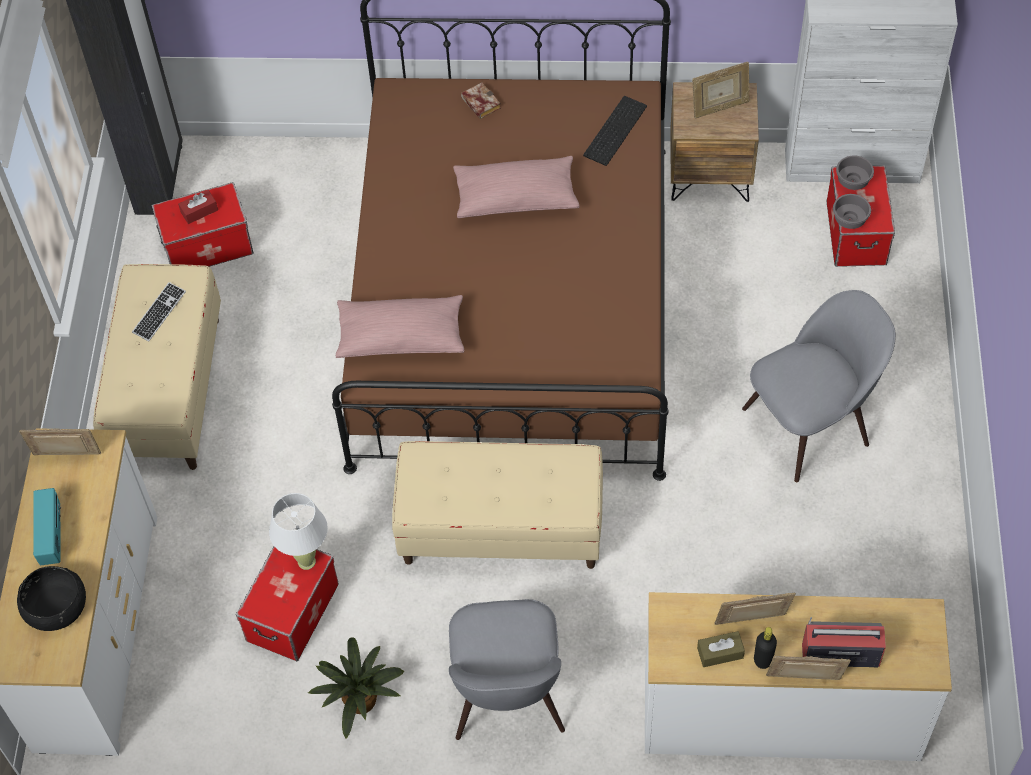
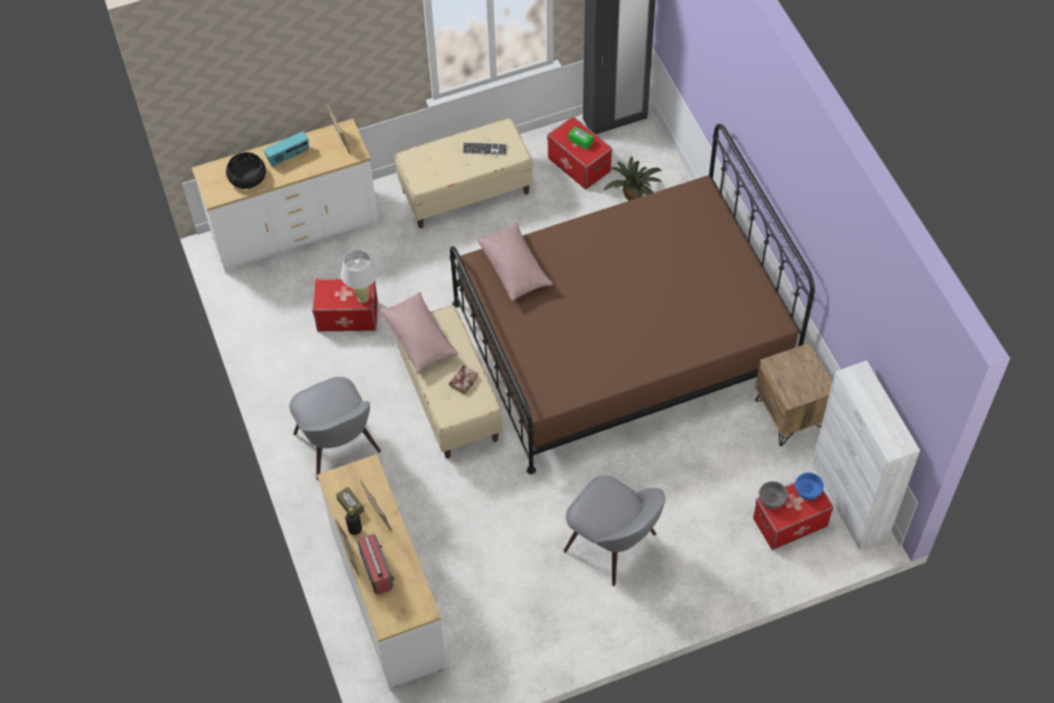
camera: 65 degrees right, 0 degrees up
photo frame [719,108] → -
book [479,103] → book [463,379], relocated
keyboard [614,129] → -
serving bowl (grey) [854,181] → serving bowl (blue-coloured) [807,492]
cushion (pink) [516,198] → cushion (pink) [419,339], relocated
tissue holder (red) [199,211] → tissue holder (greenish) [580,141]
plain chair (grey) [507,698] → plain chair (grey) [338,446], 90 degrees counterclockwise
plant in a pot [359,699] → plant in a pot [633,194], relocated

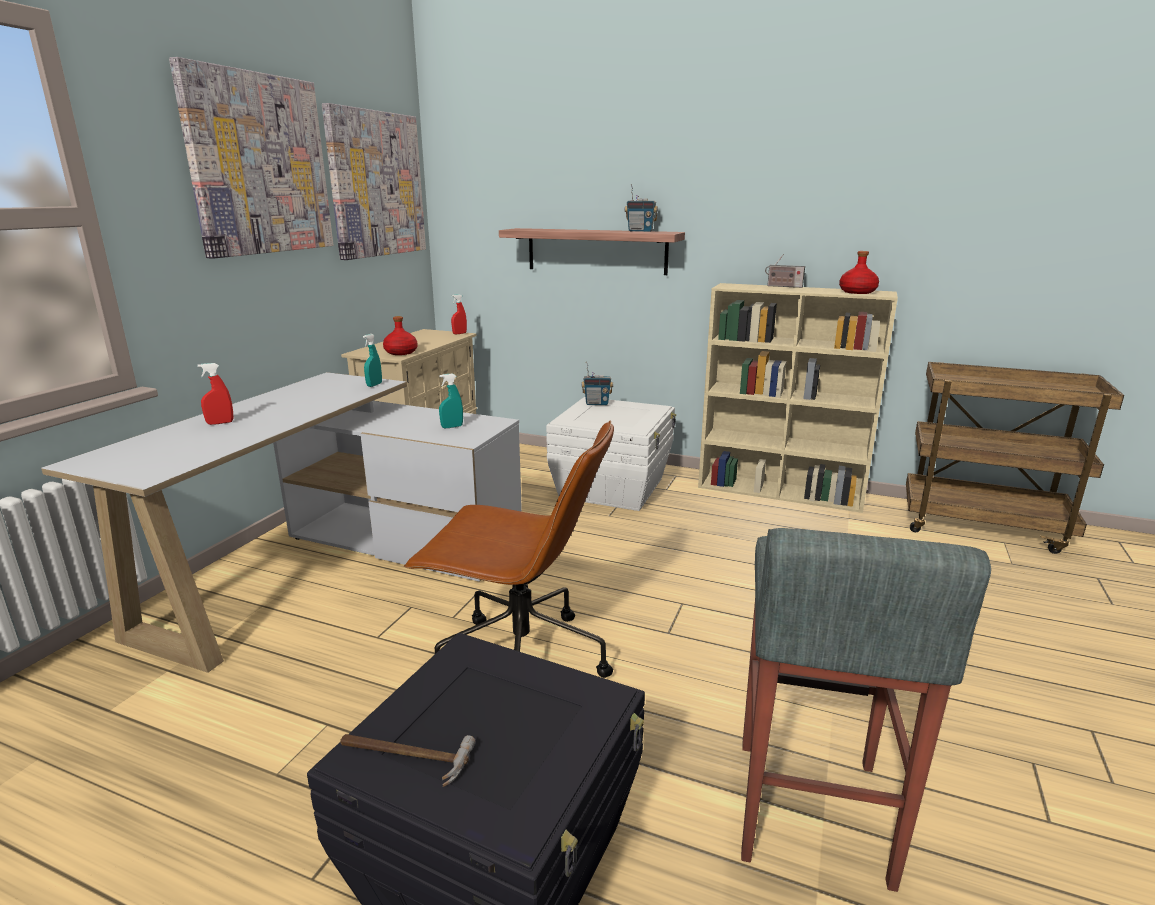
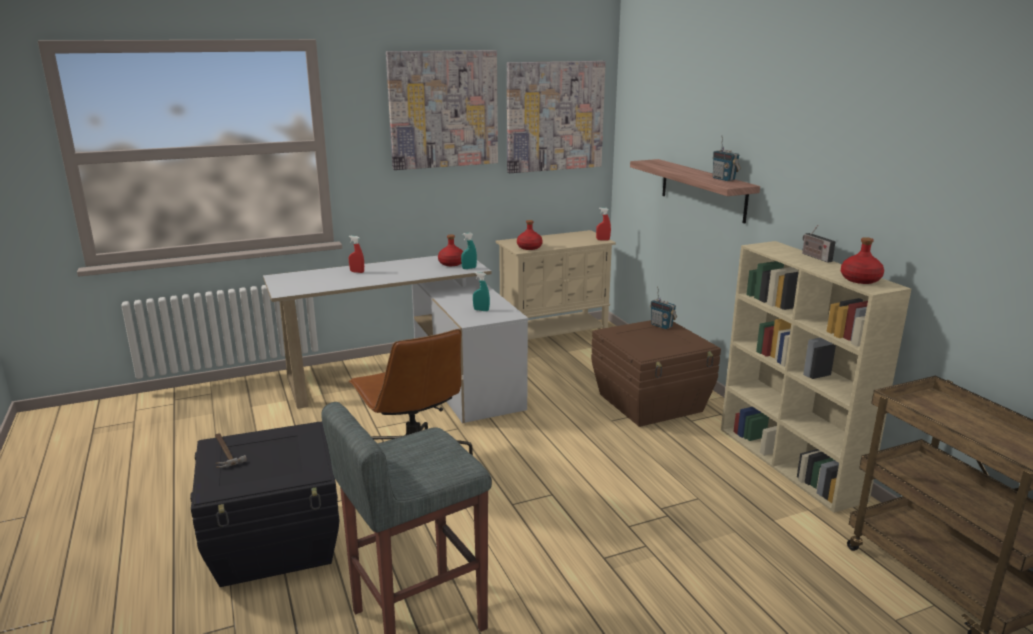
camera: 45 degrees right, 0 degrees up
storage bin (whitish) [612,488] → storage bin (brownish) [651,403]
- → drink bottle (red) [451,263]

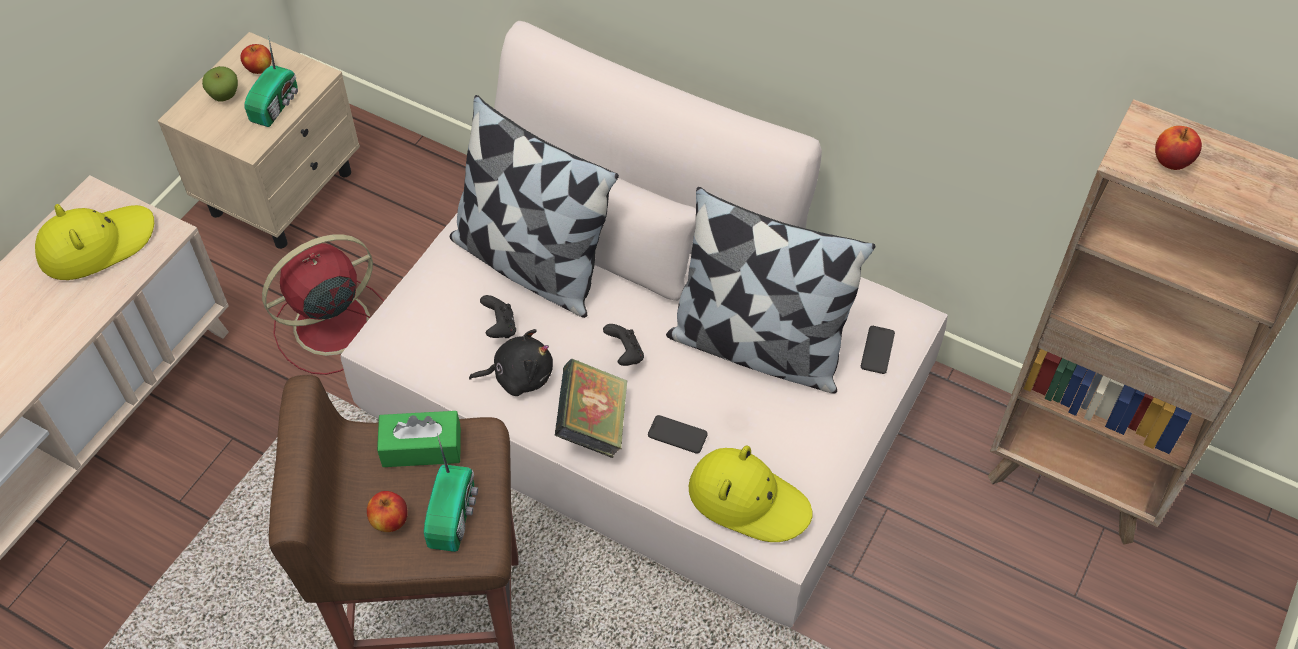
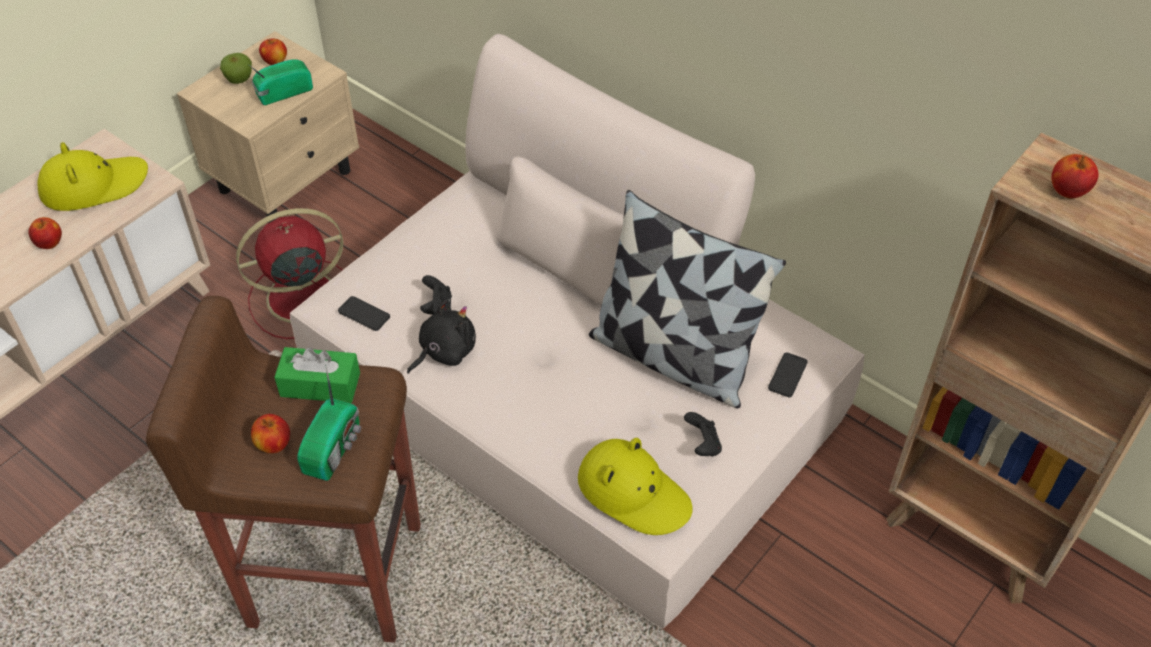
camera: 10 degrees right, 5 degrees down
radio receiver [276,104] → radio receiver [282,92], 150 degrees counterclockwise
cushion [531,263] → -
gamepad (black-coloured) [625,354] → gamepad (black-coloured) [702,445], relocated
soft toy (black-coloured) [519,376] → soft toy (black-coloured) [444,351], 45 degrees counterclockwise
book [593,424] → -
telephone [677,434] → telephone [364,314], relocated
- → apple fruit [49,243]

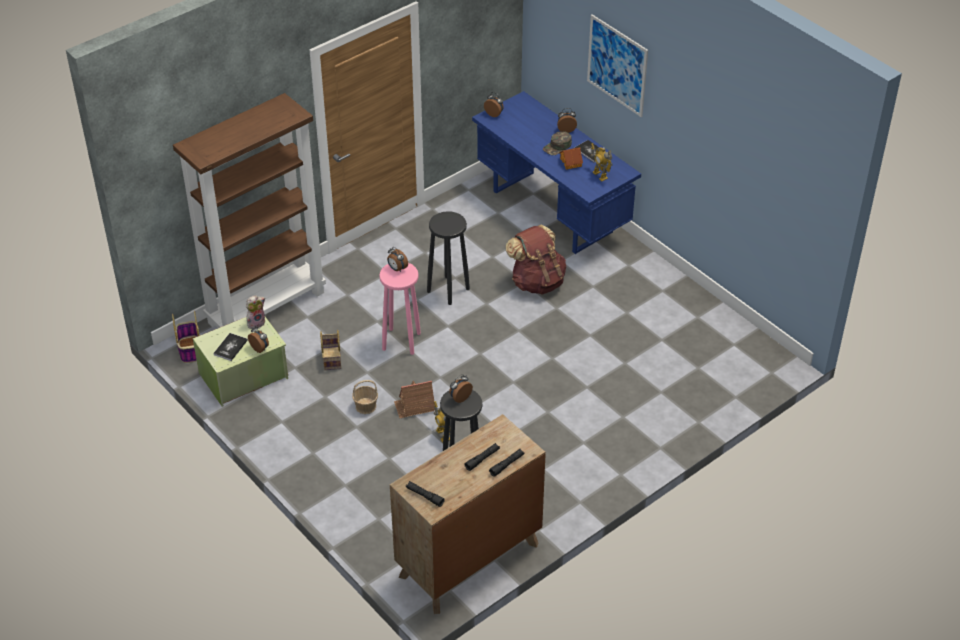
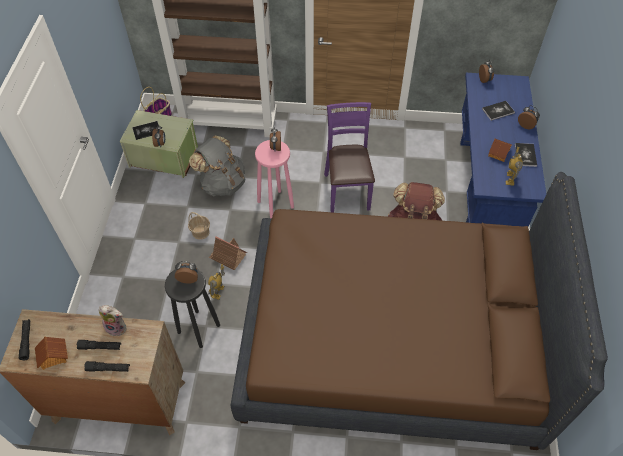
camera: 45 degrees right, 10 degrees up
wall art [617,65] → -
peaked cap (greenish) [557,146] → -
sitting stool (black-coloured) [448,290] → plain chair (purple) [347,191]
soft toy [256,322] → soft toy [117,327], relocated
household basket [331,358] → rucksack (grey) [222,183]
- → book [498,111]
- → bedroom bed (brownish) [391,341]
- → miniature house [53,357]

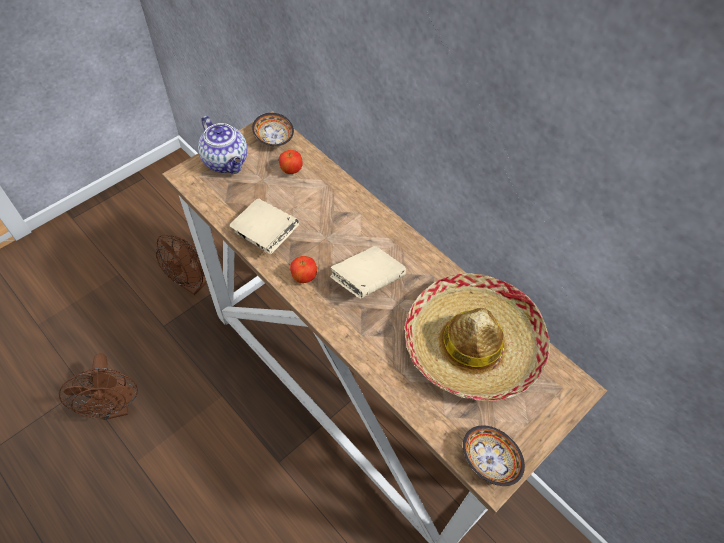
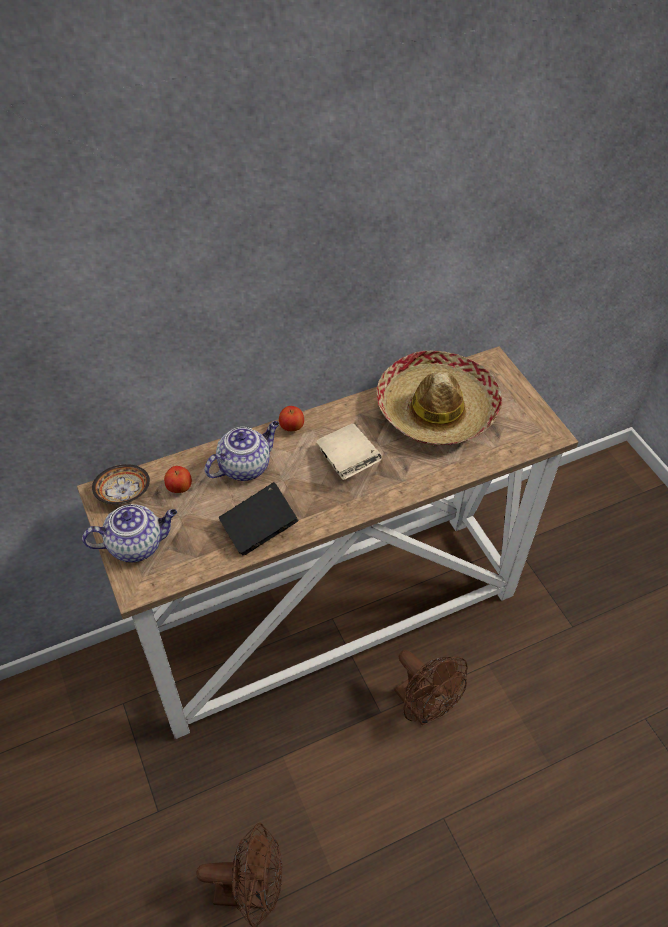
camera: 70 degrees left, 5 degrees down
book (beige-coloured) [265,235] → book (black-coloured) [259,529]
fan (brownish) [195,283] → fan (brownish) [424,707], relocated
apple fruit [304,277] → apple fruit [291,427], relocated
serving bowl [489,460] → -
- → teapot [245,466]

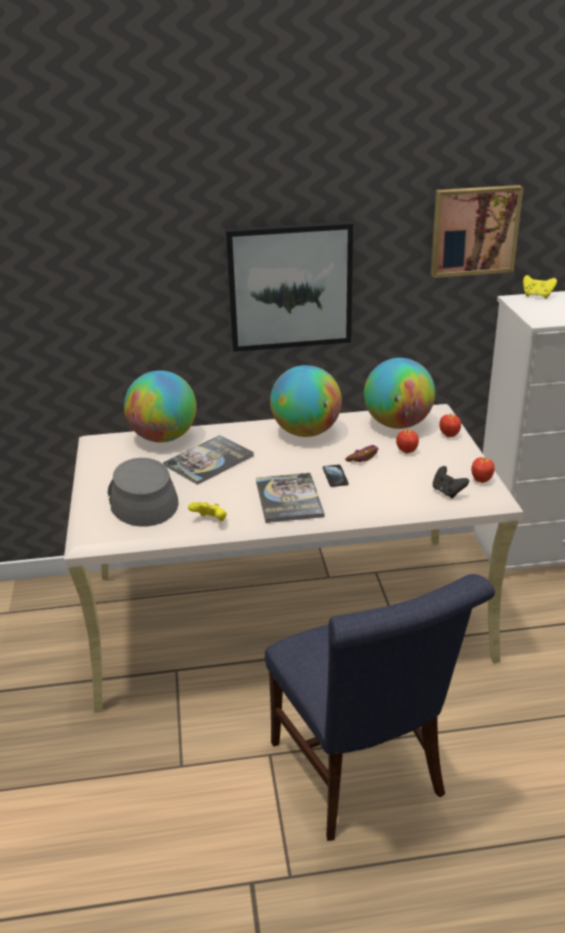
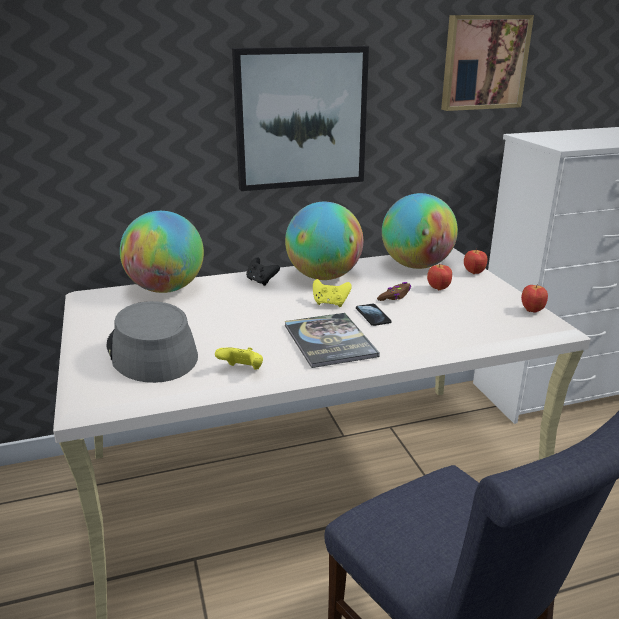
camera: 10 degrees left, 5 degrees down
gamepad (yellow-coloured) [537,296] → gamepad (yellow-coloured) [330,303], relocated
book [209,461] → -
gamepad (black-coloured) [447,492] → gamepad (black-coloured) [261,281], relocated

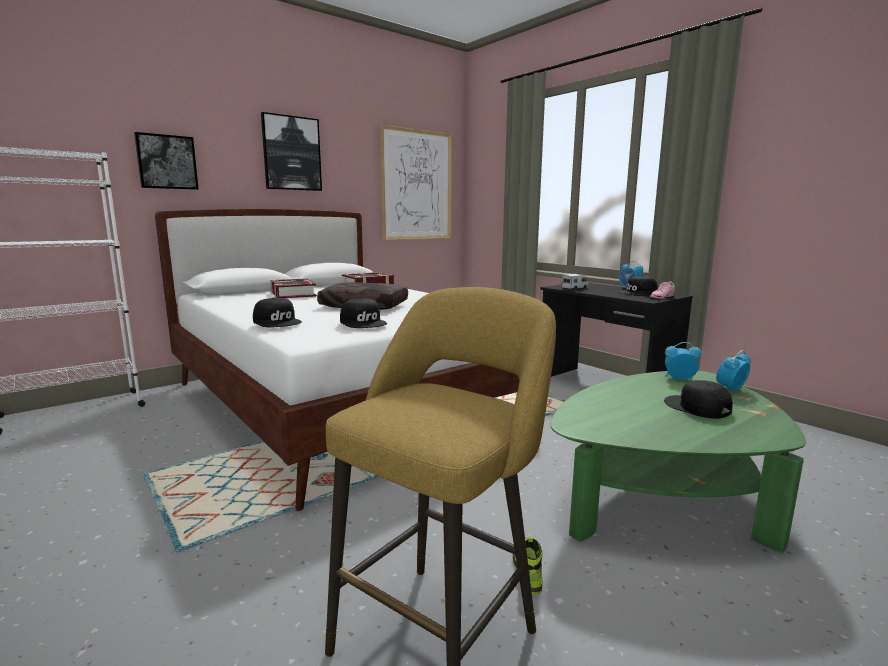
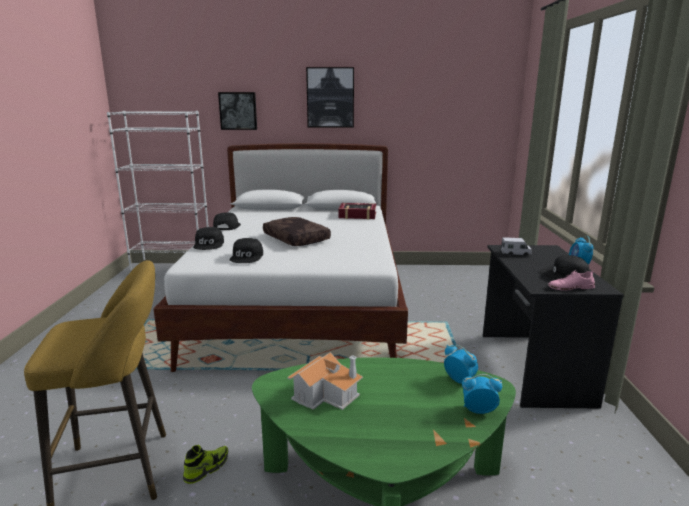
camera: 40 degrees right, 5 degrees up
wall art [417,186] → -
book [292,294] → -
peaked cap (black-coloured) [697,407] → peaked cap (black-coloured) [226,226], relocated
- → miniature house [327,394]

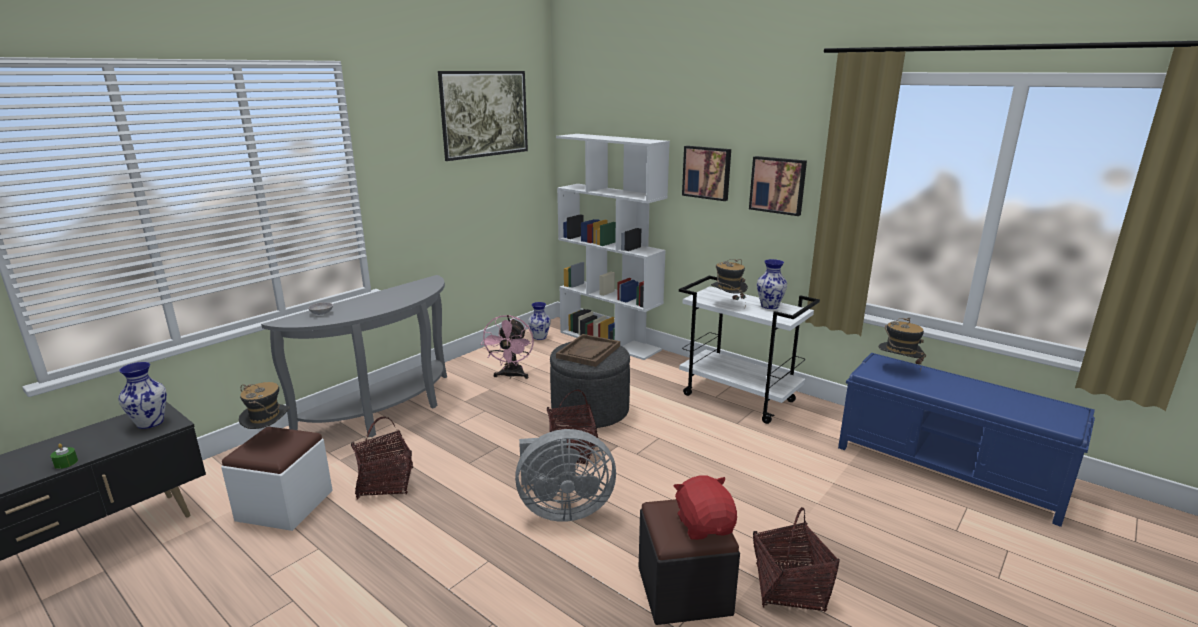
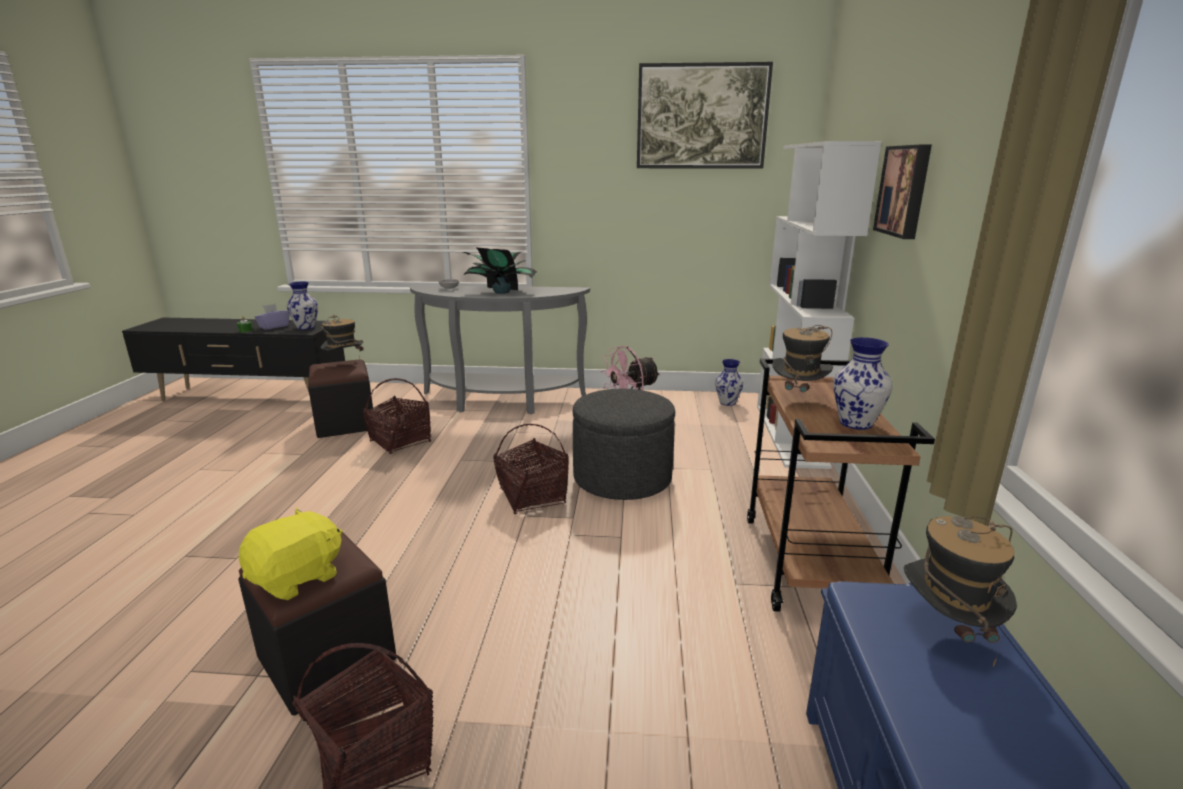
camera: 55 degrees right, 0 degrees up
wall art [778,185] → -
wheeled cart (whitish) [739,398] → wheeled cart (brownish) [808,564]
tray (brownish) [588,352] → -
ottoman (whitish) [285,506] → ottoman (black-coloured) [345,424]
fan (grey) [562,509] → -
soft toy (red) [705,525] → soft toy (yellow-coloured) [298,578]
- → plant in a pot [501,292]
- → tissue holder (purple) [274,326]

